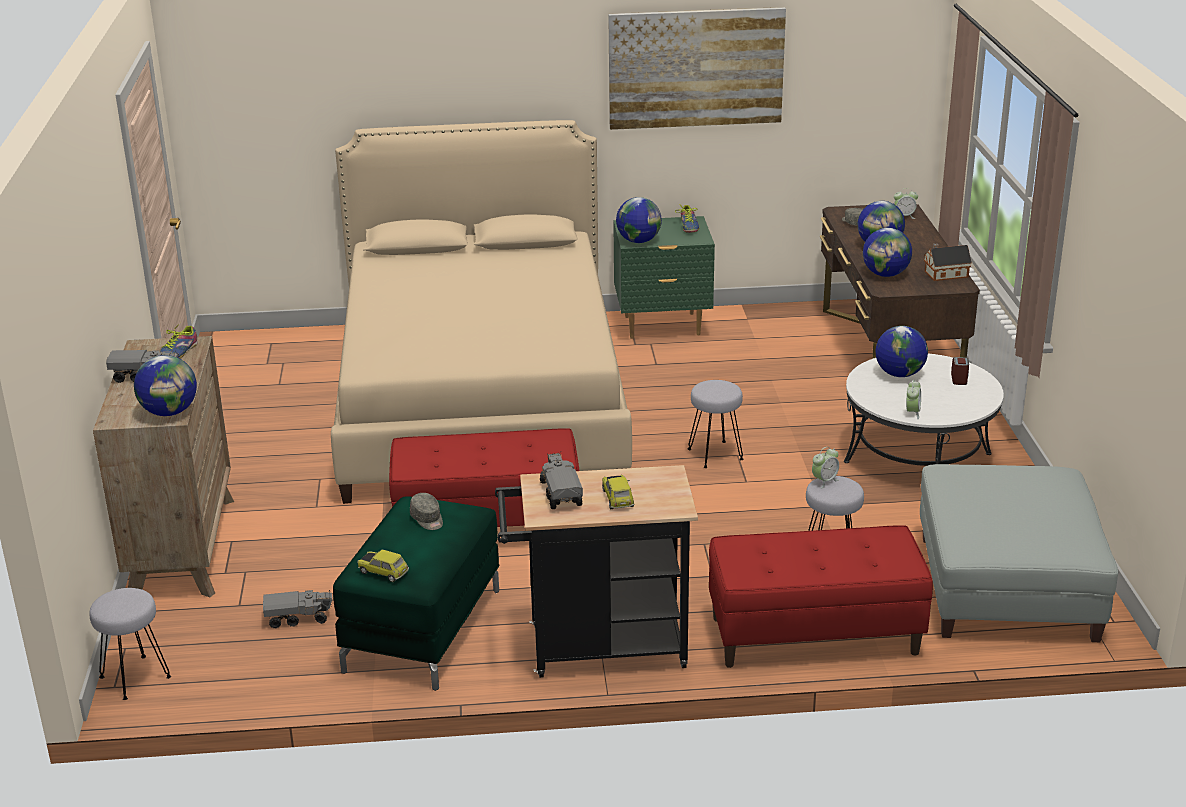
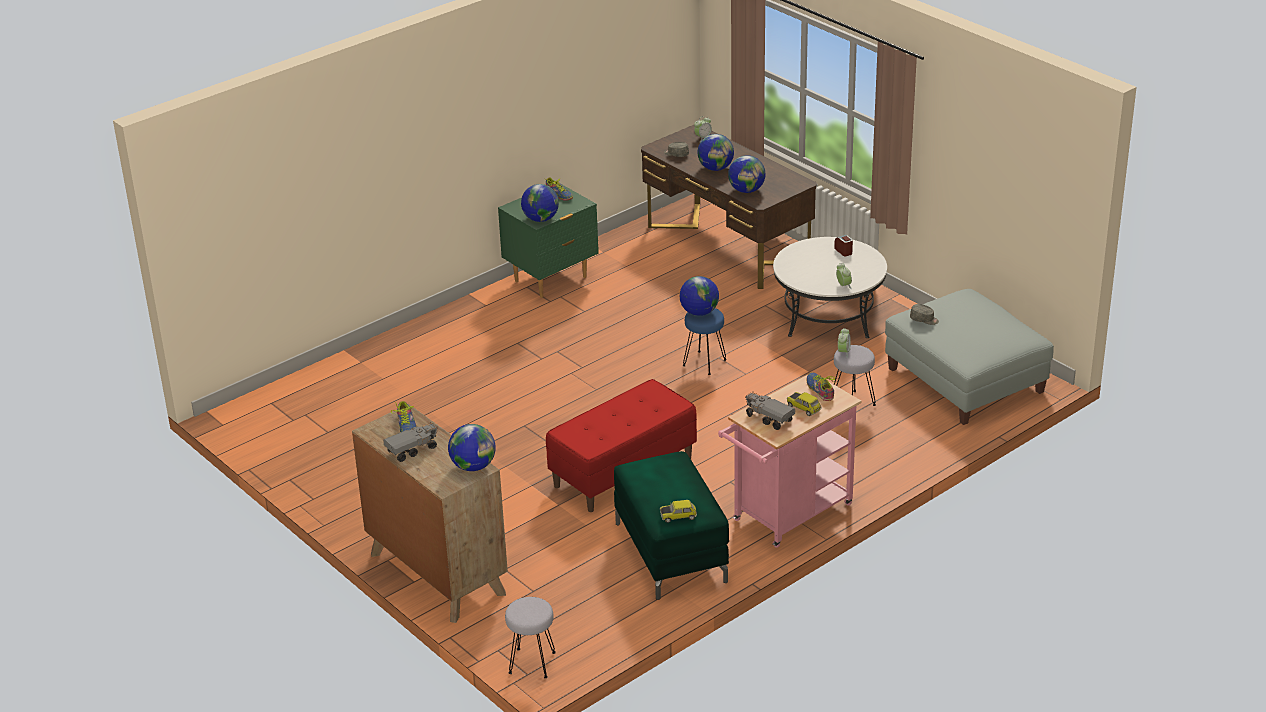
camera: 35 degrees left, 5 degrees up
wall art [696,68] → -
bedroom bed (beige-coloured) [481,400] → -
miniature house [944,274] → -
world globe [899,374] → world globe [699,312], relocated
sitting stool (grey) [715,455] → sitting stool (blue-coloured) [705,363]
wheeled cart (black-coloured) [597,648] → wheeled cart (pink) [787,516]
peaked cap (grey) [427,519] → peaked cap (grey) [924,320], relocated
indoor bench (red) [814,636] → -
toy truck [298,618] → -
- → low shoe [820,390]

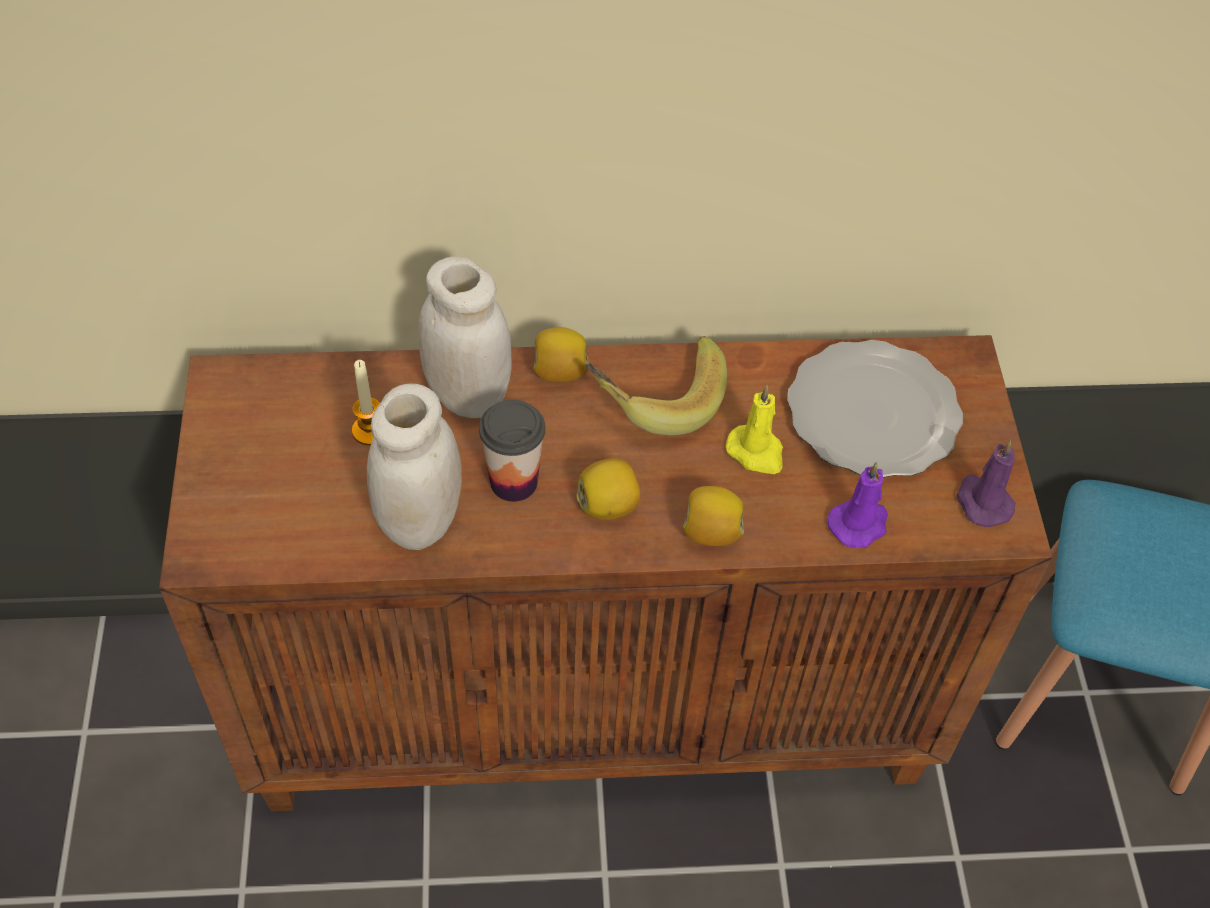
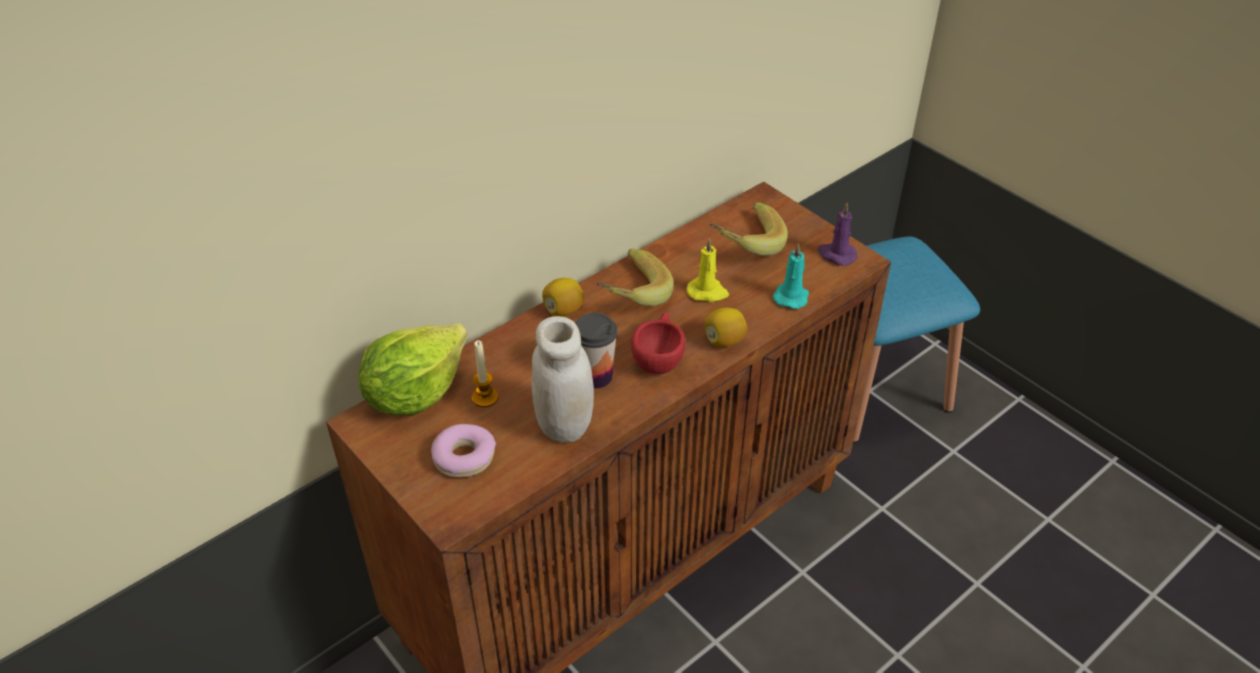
camera: 35 degrees left, 10 degrees down
storage jar (whitish) [468,395] → -
plate [871,411] → banana fruit [744,243]
lemon [608,505] → small cup (red) [659,358]
wax light (purple) [859,524] → wax light (turquoise) [791,296]
- → lettuce [415,393]
- → doughnut [464,457]

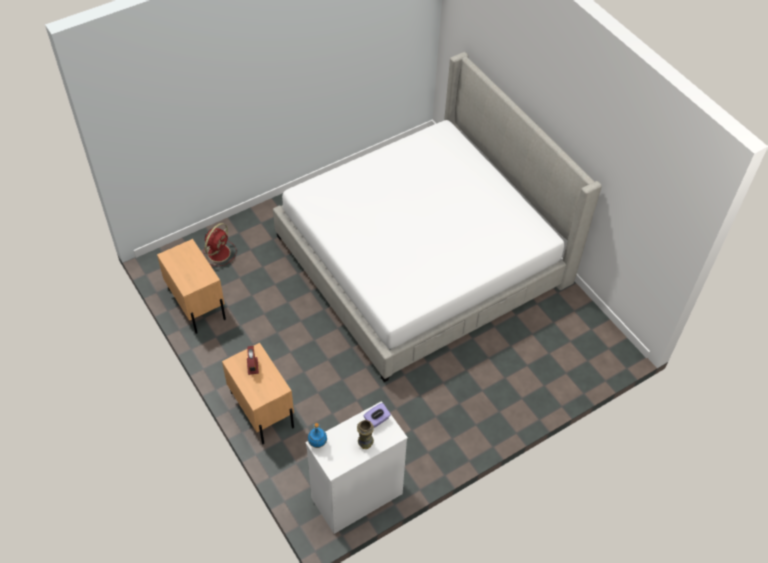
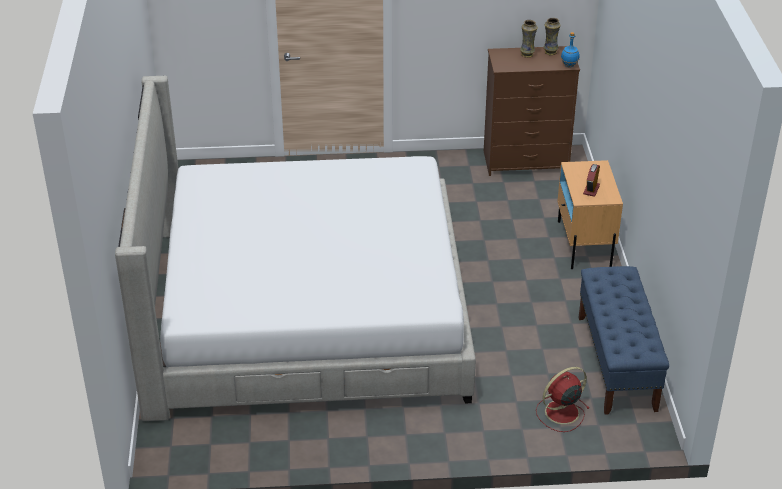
camera: 150 degrees left, 15 degrees down
night table (beige-coloured) [196,304] → indoor bench (blue-coloured) [617,363]
drawer chest (whitish) [356,496] → drawer chest (brownish) [526,161]
tissue holder (purple) [377,420] → -
- → vase [550,52]

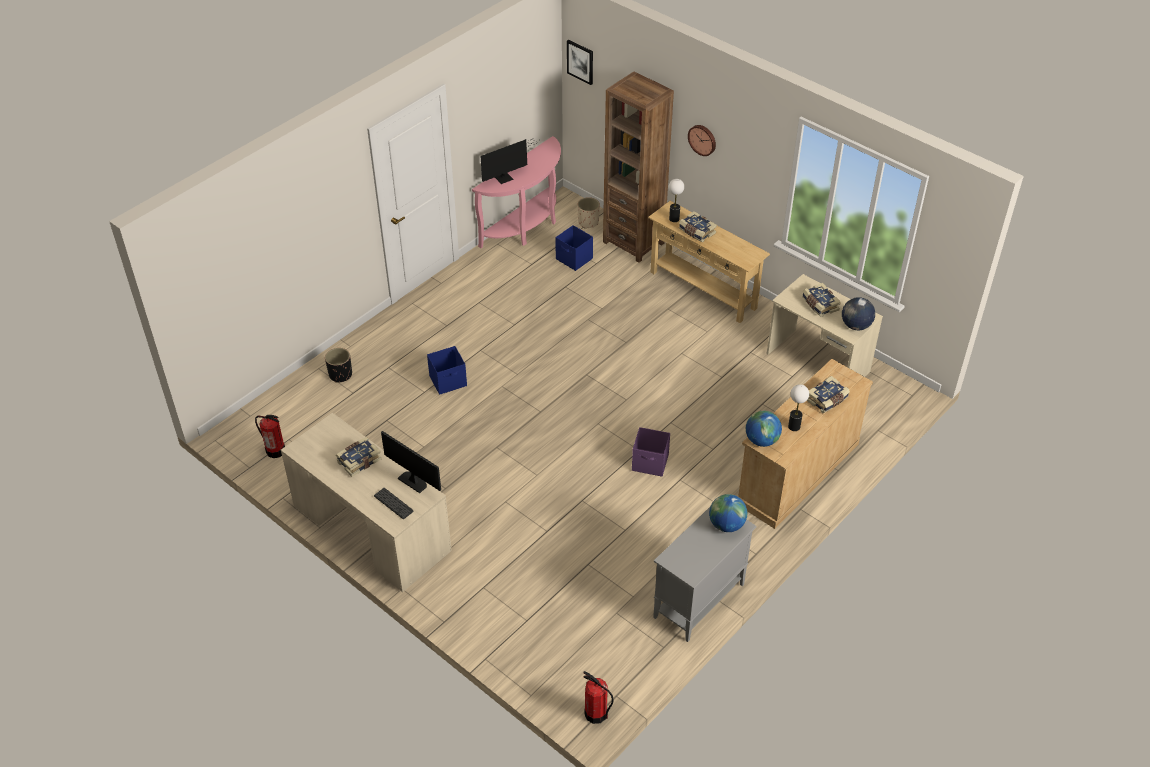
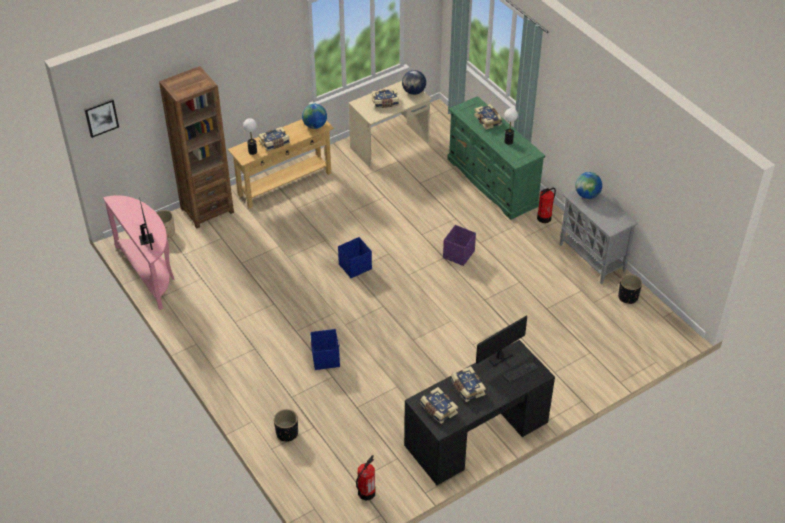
camera: 75 degrees left, 0 degrees up
hanging clock [702,139] → -
storage bin (blue-coloured) [574,259] → storage bin (blue-coloured) [355,266], relocated
drawer chest (beige-coloured) [797,473] → drawer chest (greenish) [492,182]
world globe [761,440] → world globe [315,126], relocated
desk table (beige-coloured) [371,527] → desk table (black-coloured) [476,433]
fire extinguisher [596,714] → fire extinguisher [544,218], relocated
- → planter (black-coloured) [628,297]
- → book [438,409]

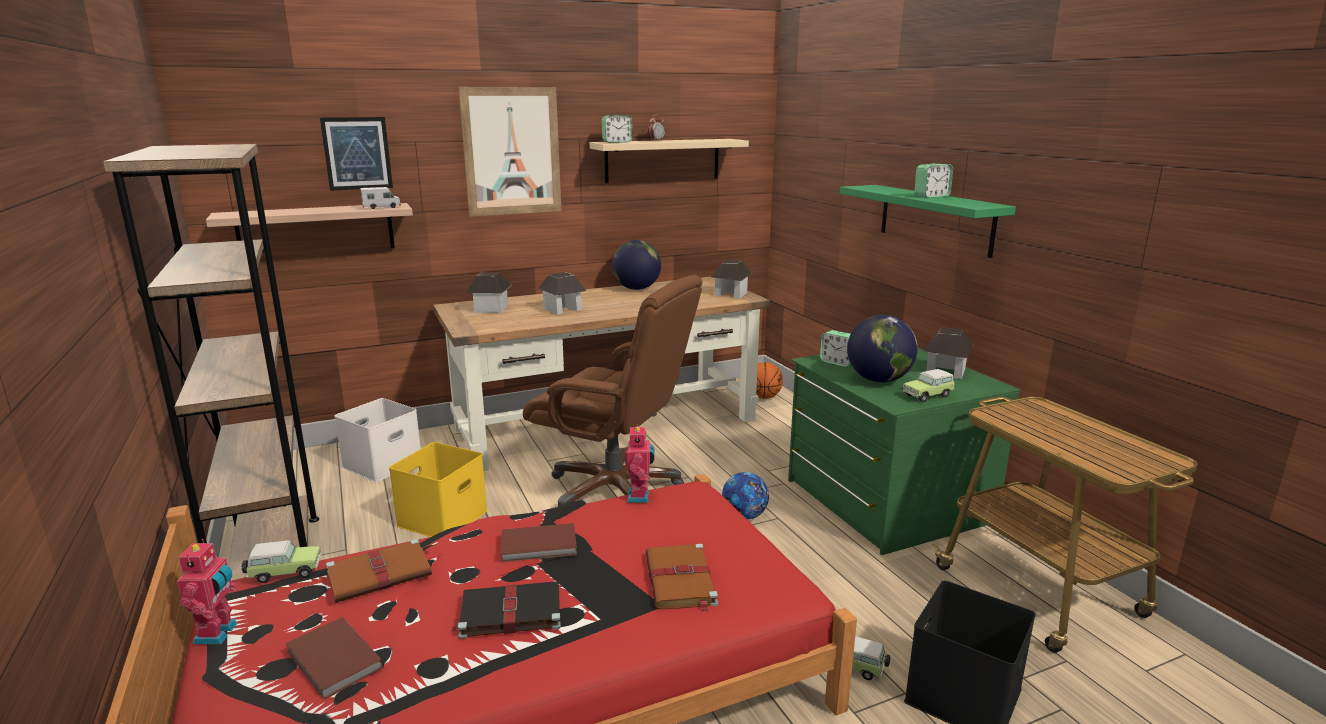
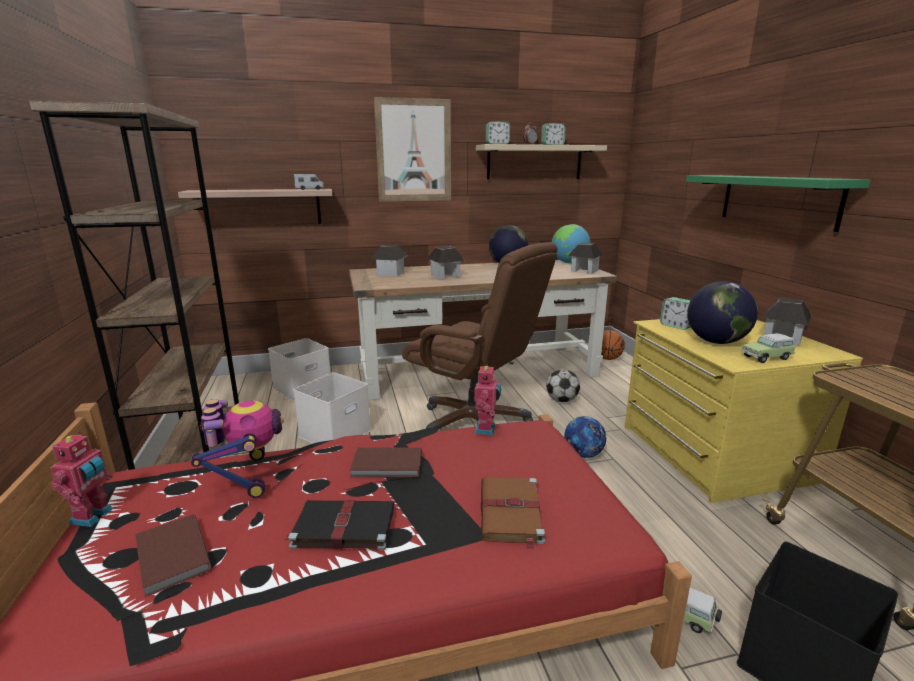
camera: 10 degrees right, 0 degrees up
wall art [357,153] → -
alarm clock [931,196] → alarm clock [552,145], relocated
drawer chest (greenish) [884,501] → drawer chest (yellow-coloured) [713,452]
storage bin (yellow-coloured) [442,517] → storage bin (whitish) [335,432]
book (brownish) [381,573] → robot figure [245,477]
model car [284,573] → -
- → world globe [569,263]
- → football [561,400]

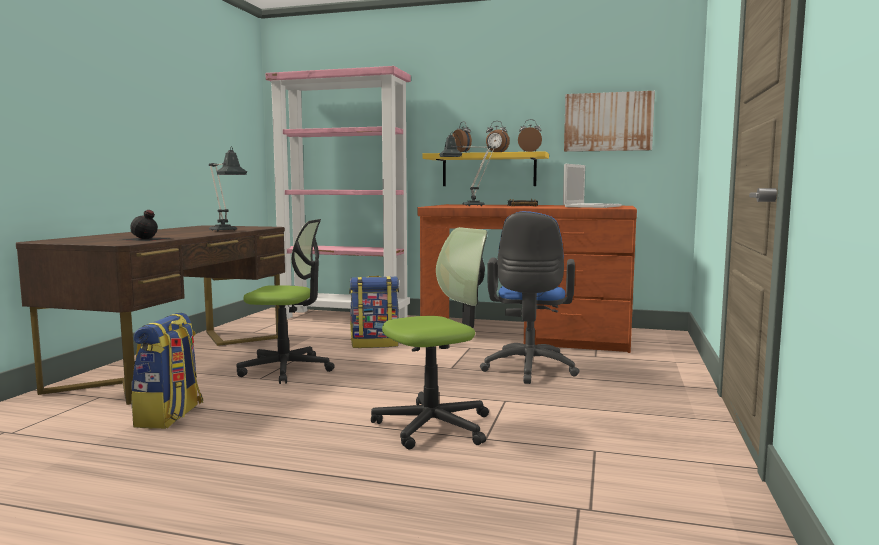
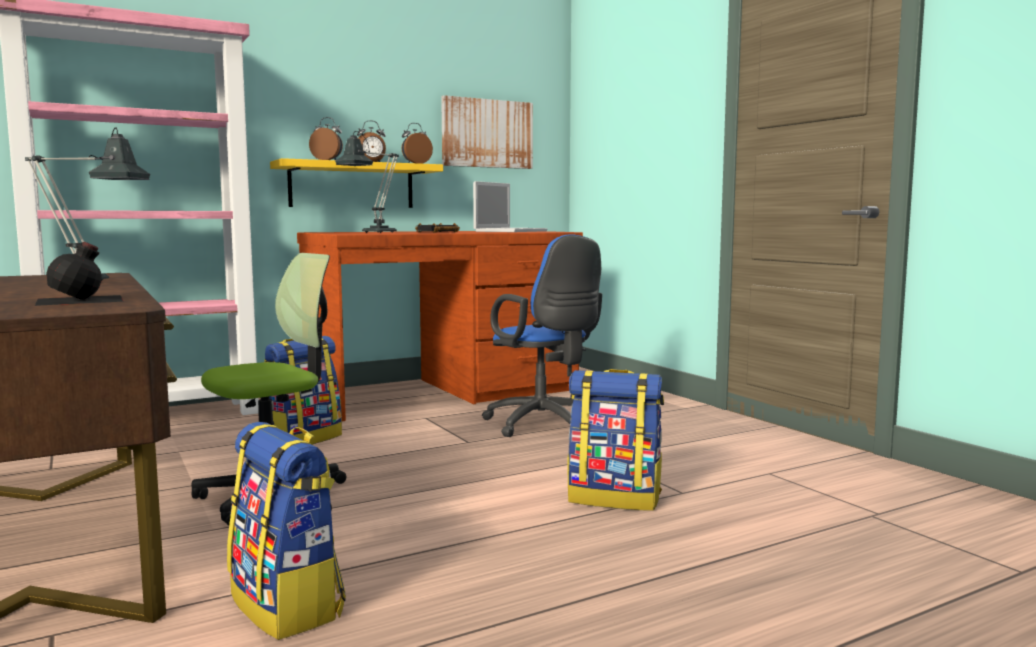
camera: 45 degrees left, 0 degrees up
laptop [592,206] → laptop [511,231], 45 degrees clockwise
computer chair [434,426] → rucksack [615,498]

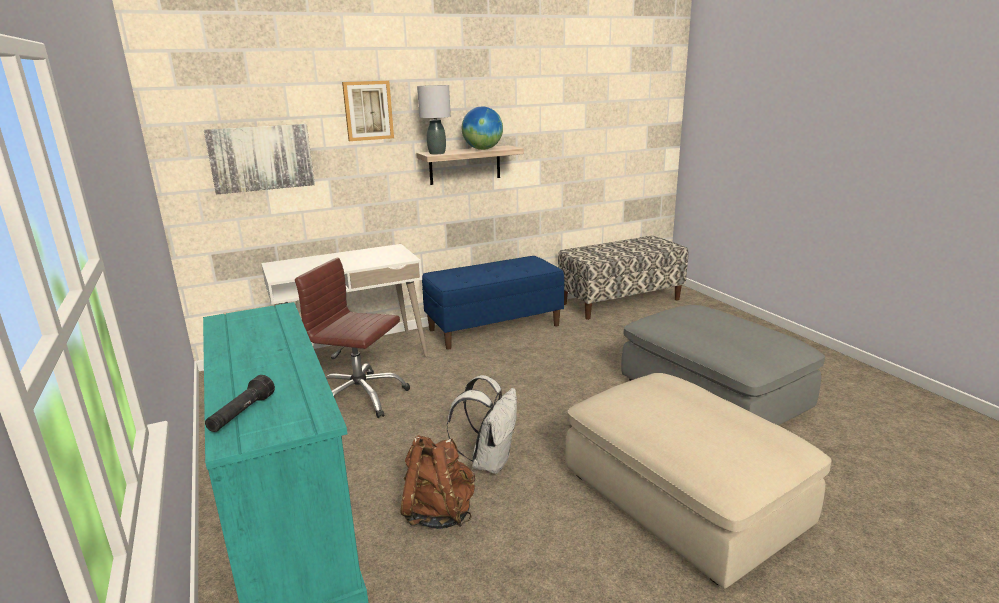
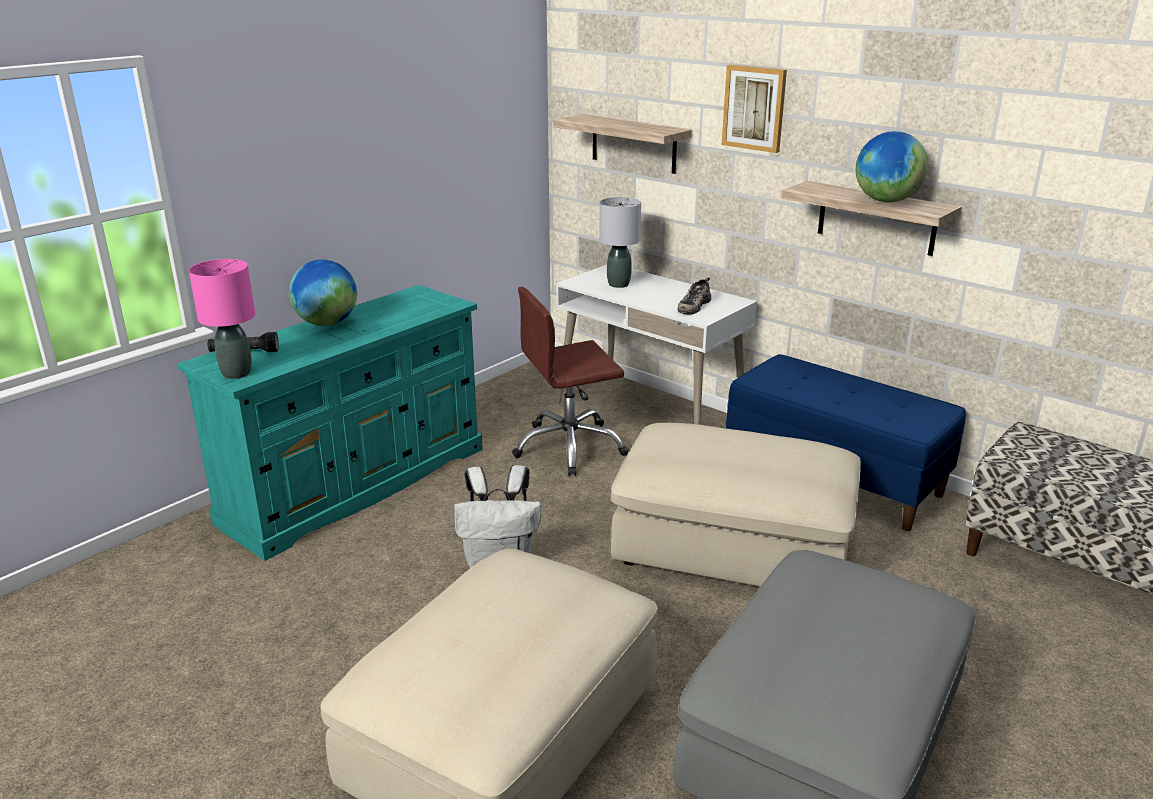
camera: 65 degrees right, 5 degrees up
lamp for a table (grey) [437,153] → lamp for a table (grey) [618,284], relocated
wall art [261,158] → bracket shelf [633,143]
computer chair (brownish) [360,397] → computer chair (brownish) [569,447], 105 degrees counterclockwise
rucksack (brownish) [439,513] → -
- → lamp for a table (pink) [236,373]
- → world globe [327,323]
- → low shoe [693,305]
- → ottoman (beige-coloured) [734,543]

